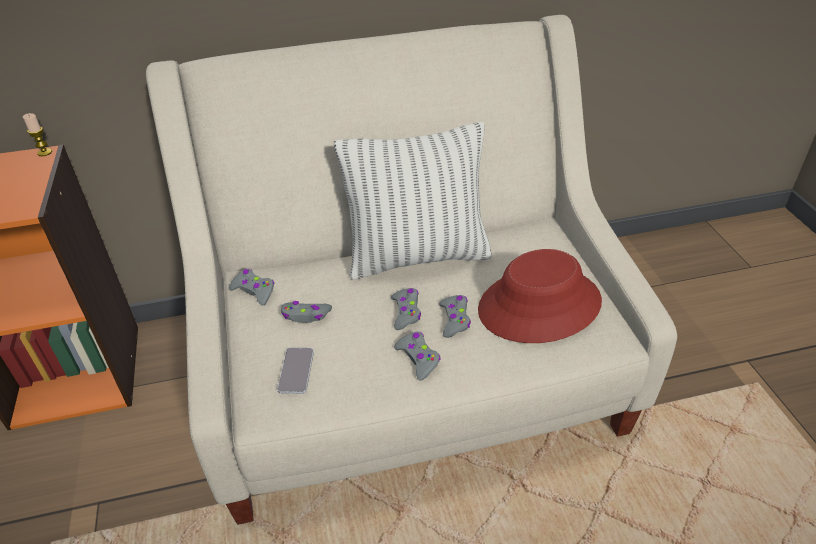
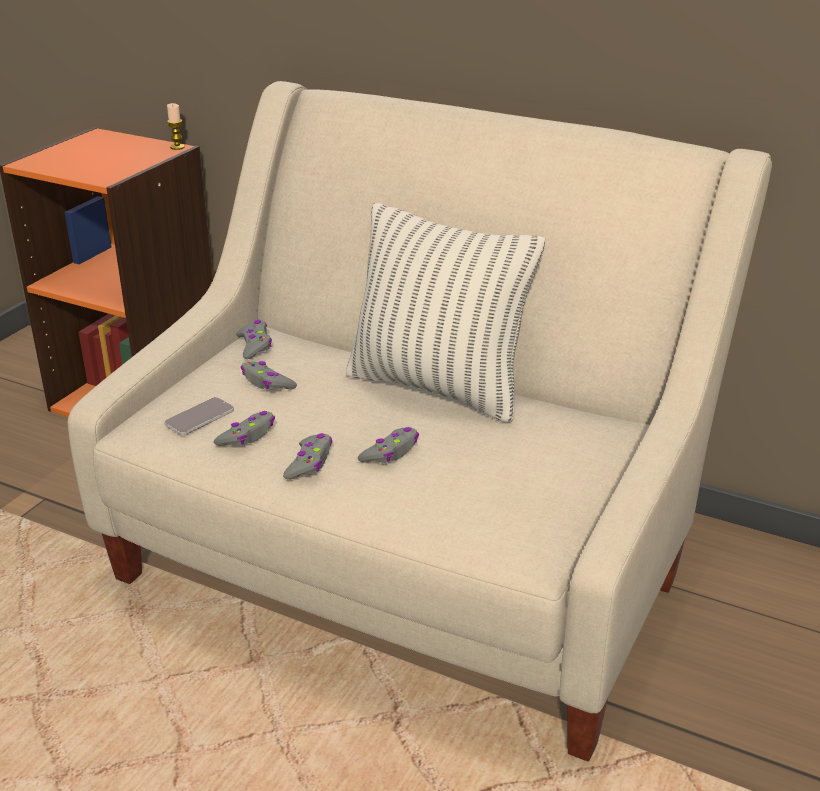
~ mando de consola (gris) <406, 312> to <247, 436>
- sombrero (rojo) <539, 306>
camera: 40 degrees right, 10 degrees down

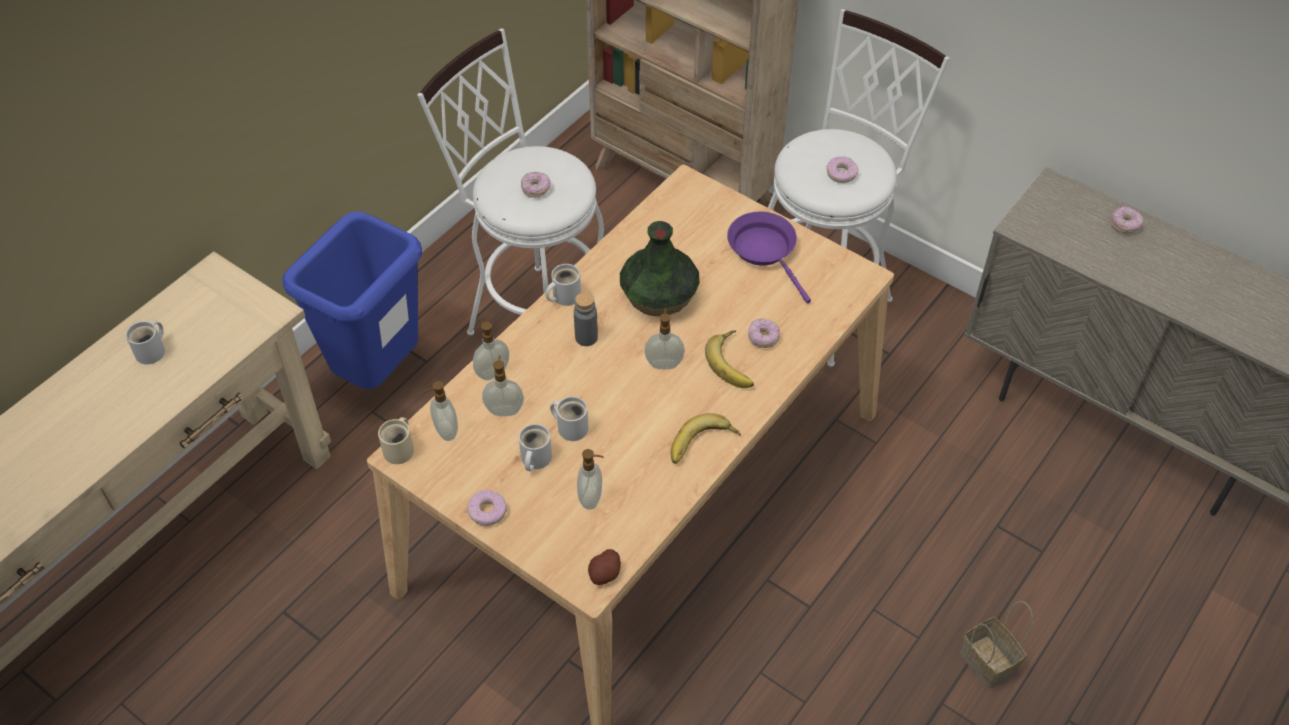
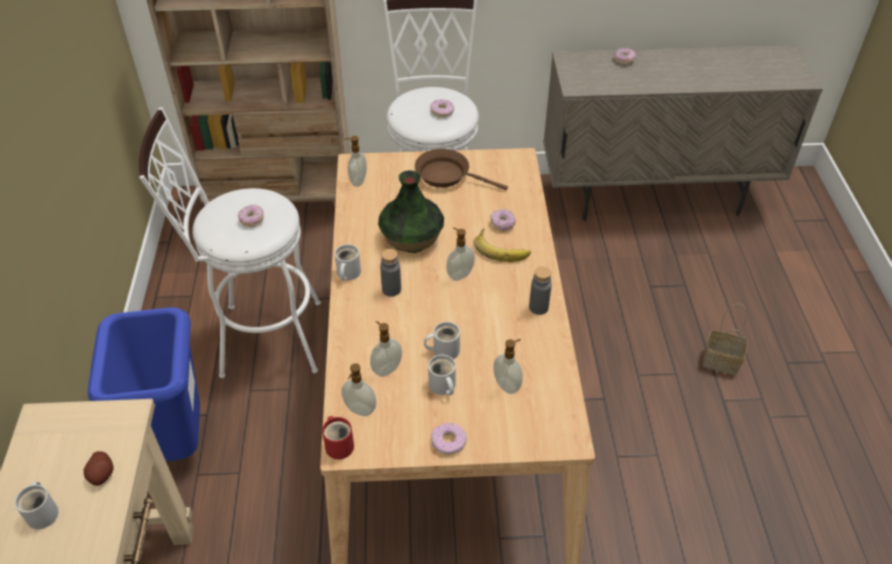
~ patata <605, 574> to <102, 474>
~ taza grande (beis) <401, 449> to taza grande (rojo) <339, 444>
~ dispensador de jabón <492, 372> to <357, 181>
~ sartén (morado) <765, 251> to sartén (marrón) <447, 175>
~ plátano <703, 445> to botella (gris) <538, 307>
camera: 40 degrees left, 5 degrees down

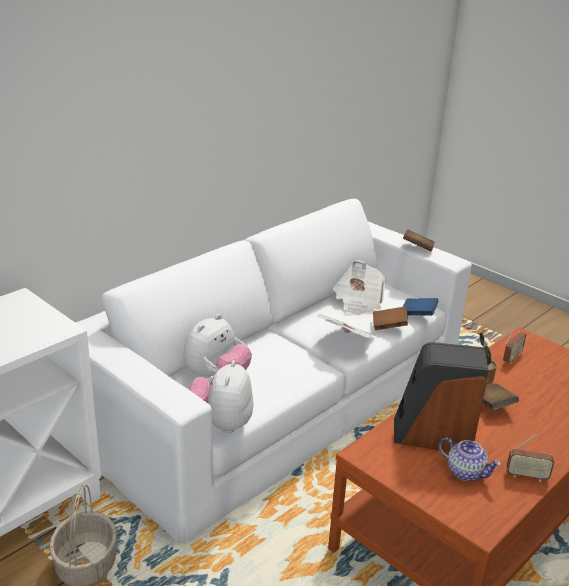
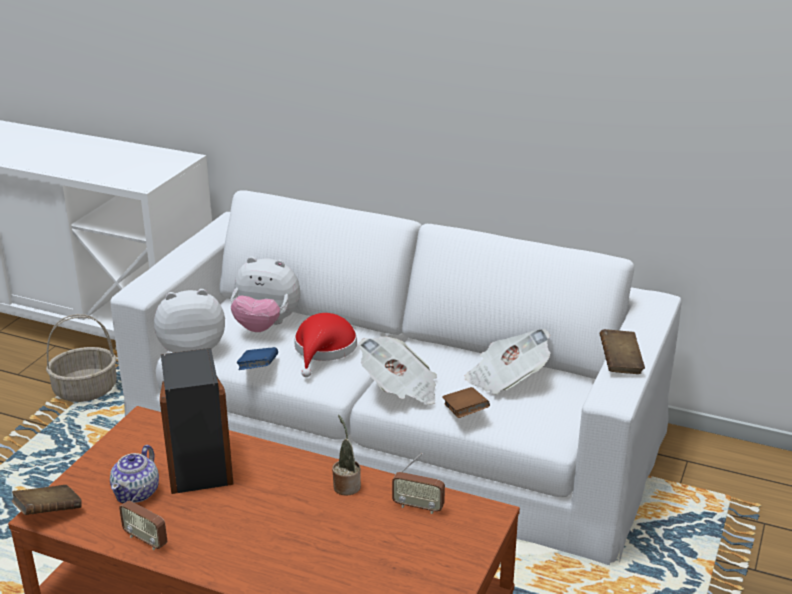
~ libro (marrón) <492, 405> to <48, 512>
~ radio <526, 476> = <146, 540> 45 degrees counterclockwise
~ libro (azul) <418, 314> to <258, 369>
+ sombrero (rojo) <324, 349>
camera: 70 degrees right, 0 degrees up

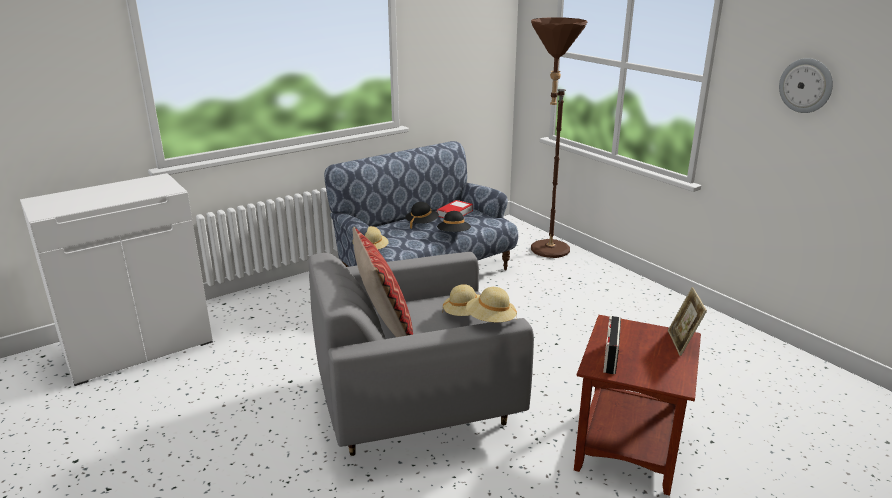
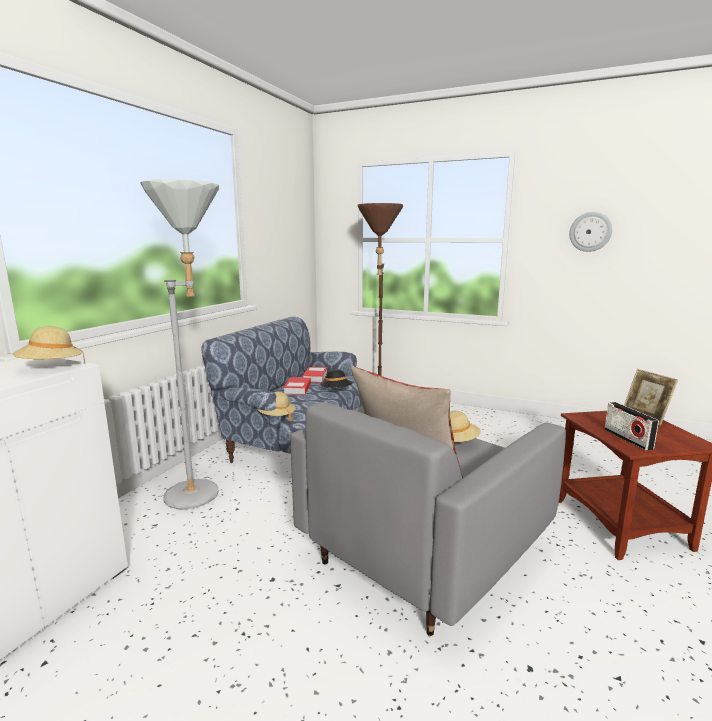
~ sombrero (beis) <490, 320> to <51, 367>
+ lámpara de pie (gris) <203, 492>
~ sombrero (negro) <422, 223> to libro <297, 389>
camera: 30 degrees left, 10 degrees down

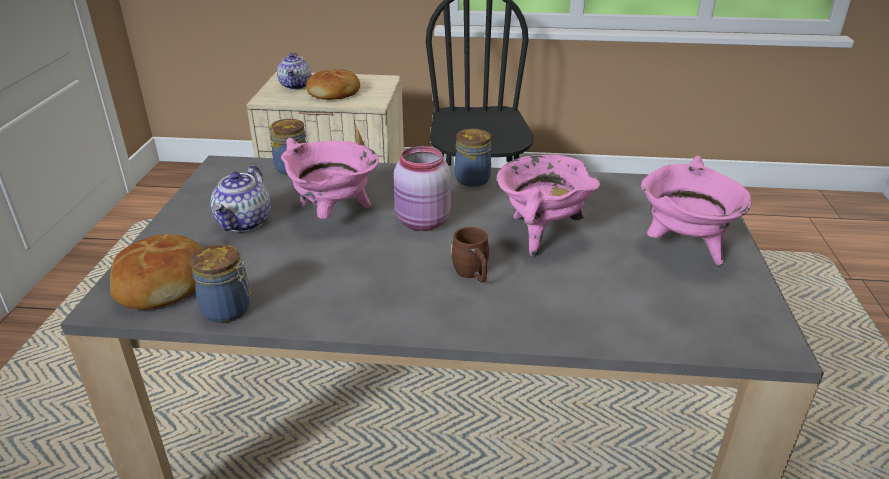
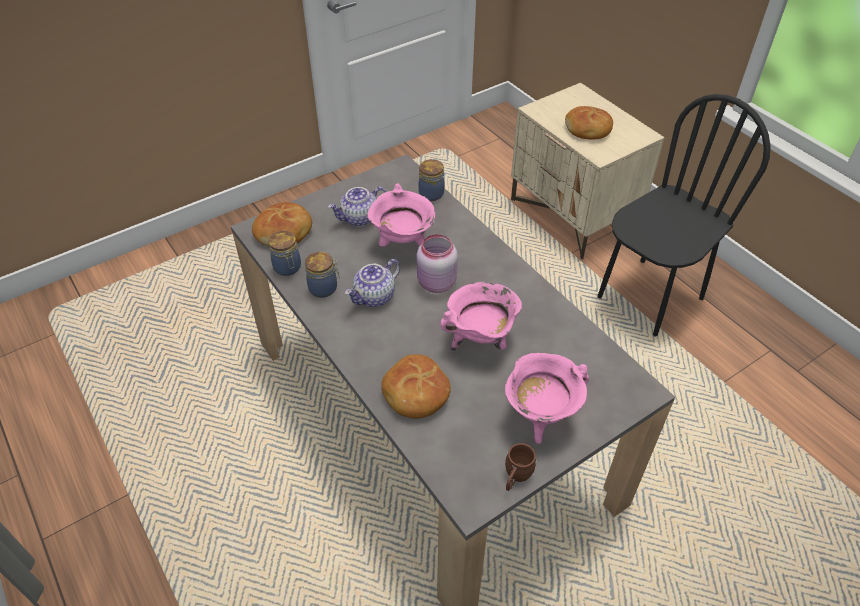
~ tarro <473, 178> to <324, 288>
~ tetera <296, 86> to <374, 297>
+ pan <415, 393>
~ taza grande (marrón) <473, 275> to <515, 477>
camera: 50 degrees right, 15 degrees up

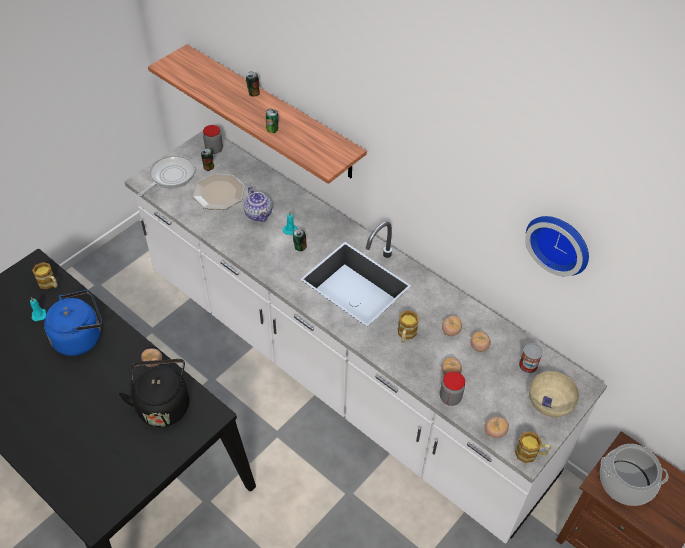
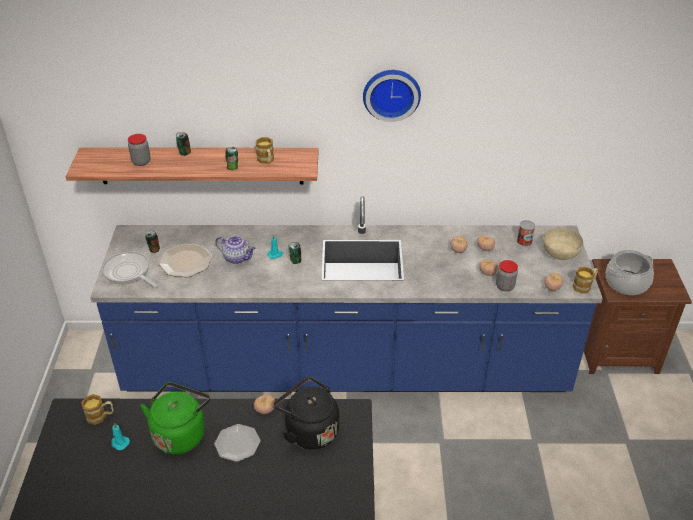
~ mueble bajo de cocina (blanco) <339, 370> to mueble bajo de cocina (azul) <346, 369>
~ sartén <170, 176> = <128, 272> 45 degrees counterclockwise
~ tarro <214, 149> to <141, 162>
~ hervidor (azul) <81, 337> to hervidor (verde) <180, 433>
+ plato <238, 444>
~ taza grande <406, 335> to <266, 160>
~ reloj de pared <560, 242> to <391, 93>
camera: 40 degrees left, 10 degrees down

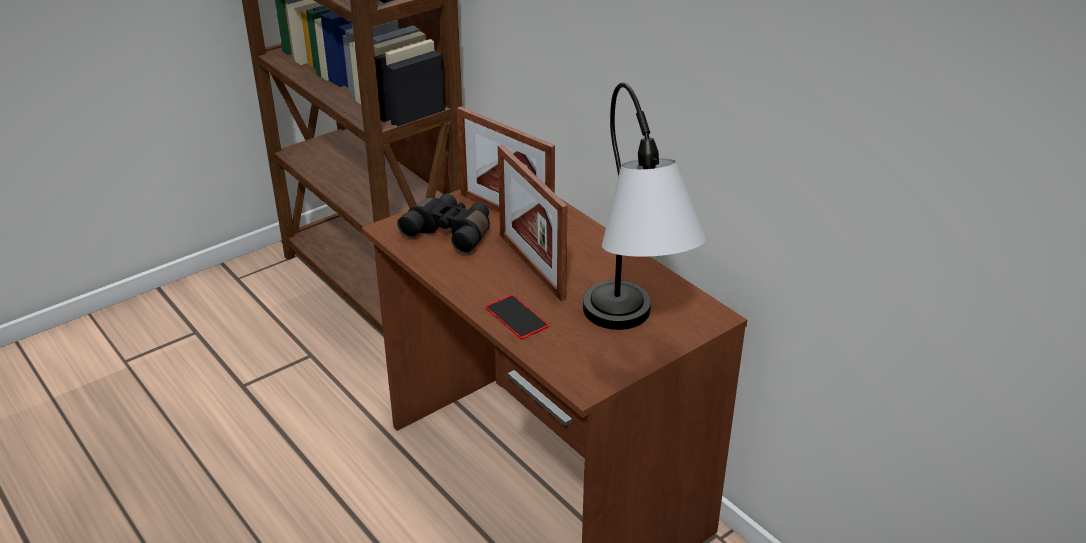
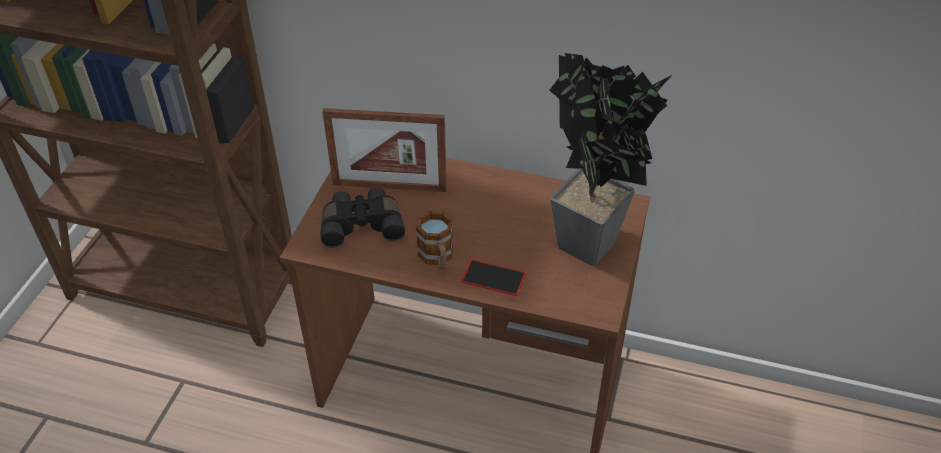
+ taza grande <437, 258>
~ lámpara de mesa <632, 337> to planta en maceta <591, 251>
- portarretratos <531, 266>
camera: 35 degrees left, 10 degrees up

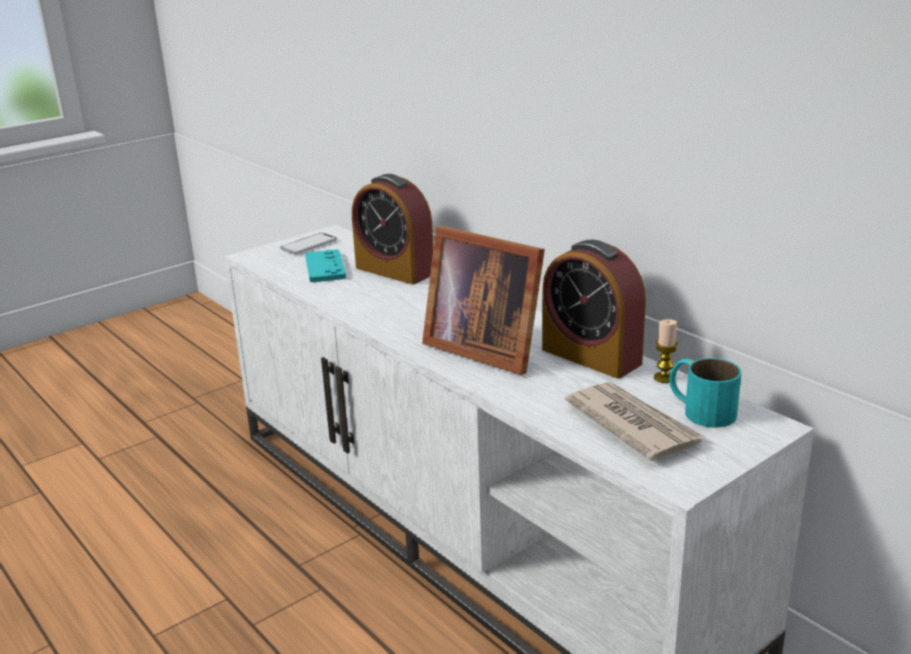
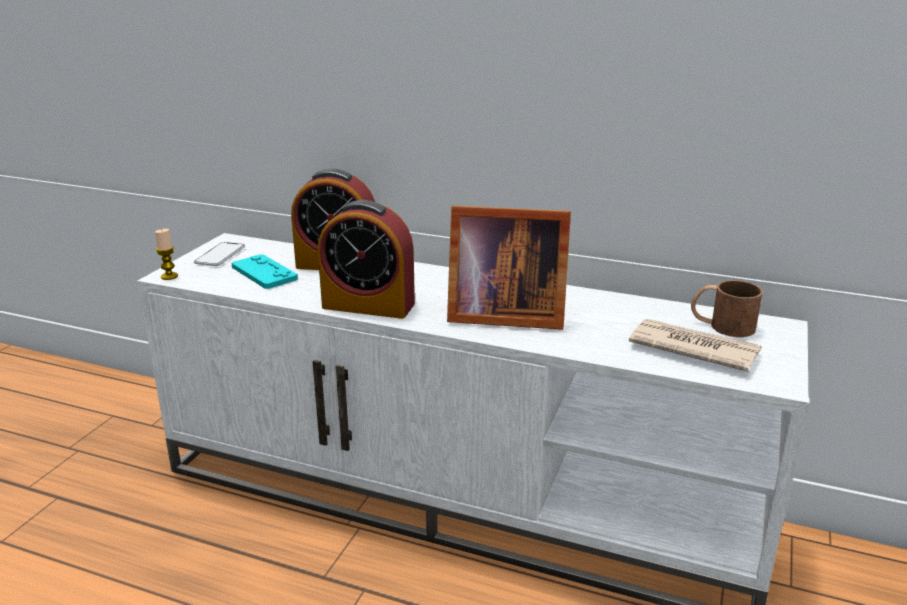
~ vela <664, 378> to <169, 276>
~ despertador <591, 356> to <368, 305>
~ taza grande (turquesa) <699, 409> to taza grande (marrón) <721, 325>
camera: 30 degrees left, 0 degrees up

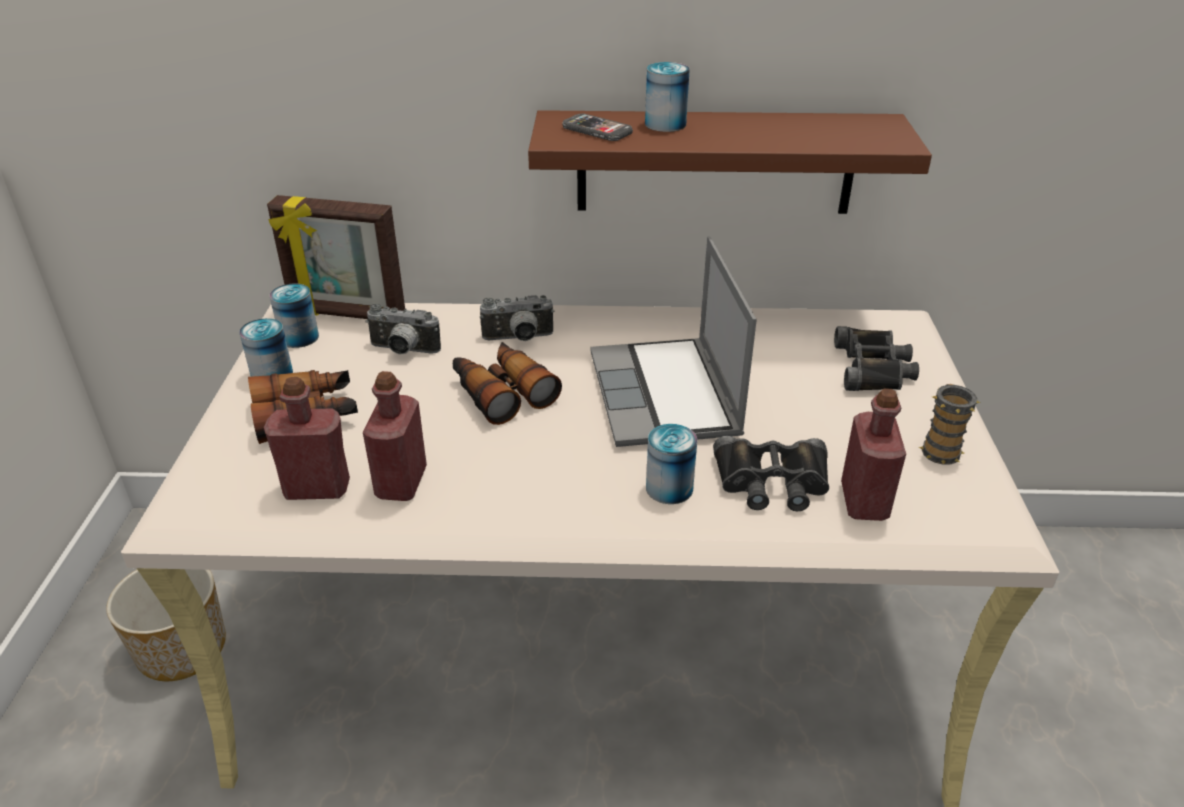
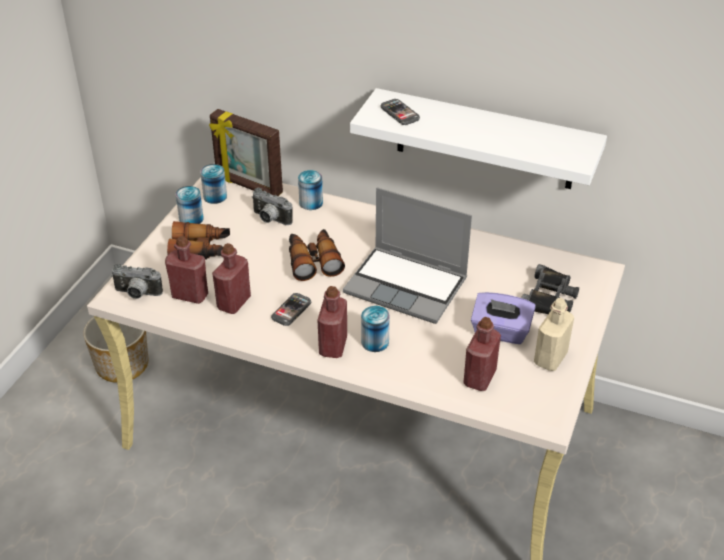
~ cámara <519, 339> to <137, 294>
+ móvil <291, 310>
~ lata <665, 124> to <311, 203>
+ botella (rojo) <333, 346>
~ portátil <666, 396> = <407, 286> 75 degrees counterclockwise
~ estante (marrón) <715, 162> to estante (blanco) <485, 140>
+ caja de pañuelos (morado) <500, 332>
~ taza grande <940, 448> to botella (beis) <550, 358>
- prismáticos (negro) <772, 482>
camera: 20 degrees right, 5 degrees up

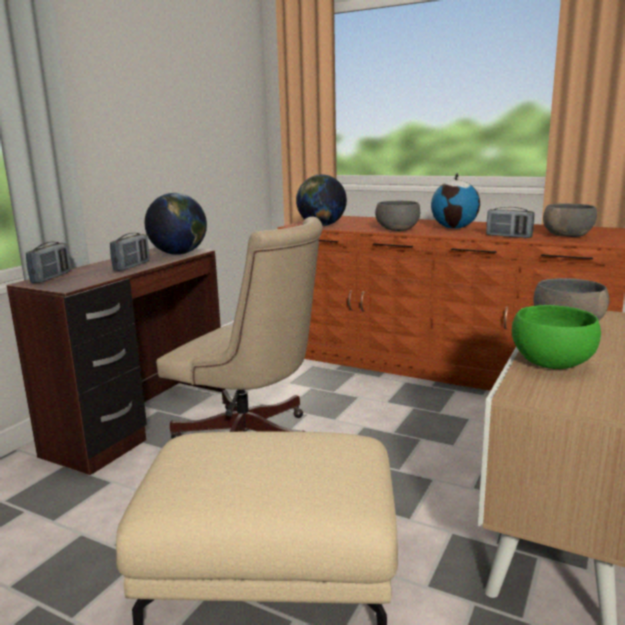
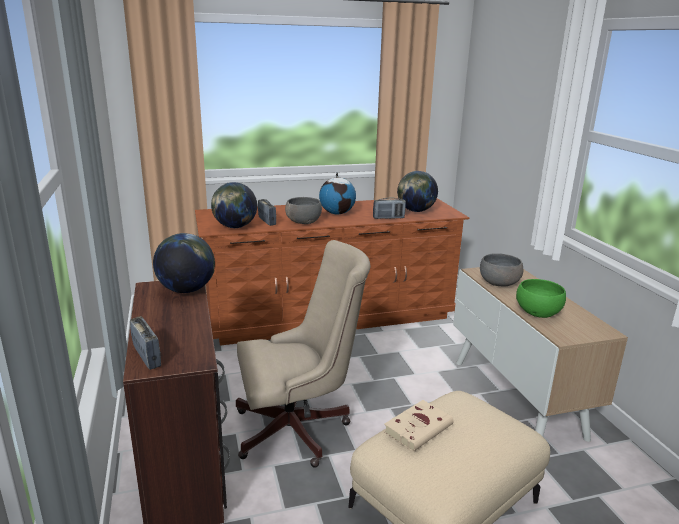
~ radio <132, 266> to <267, 221>
+ libro (beis) <419, 428>
~ cuenco (gris) <567, 235> to globo terráqueo <415, 211>
camera: 45 degrees left, 5 degrees up

